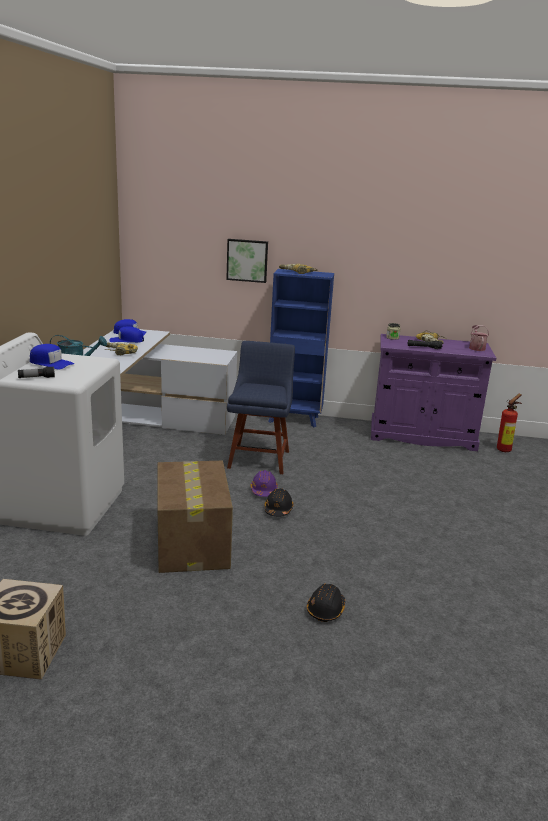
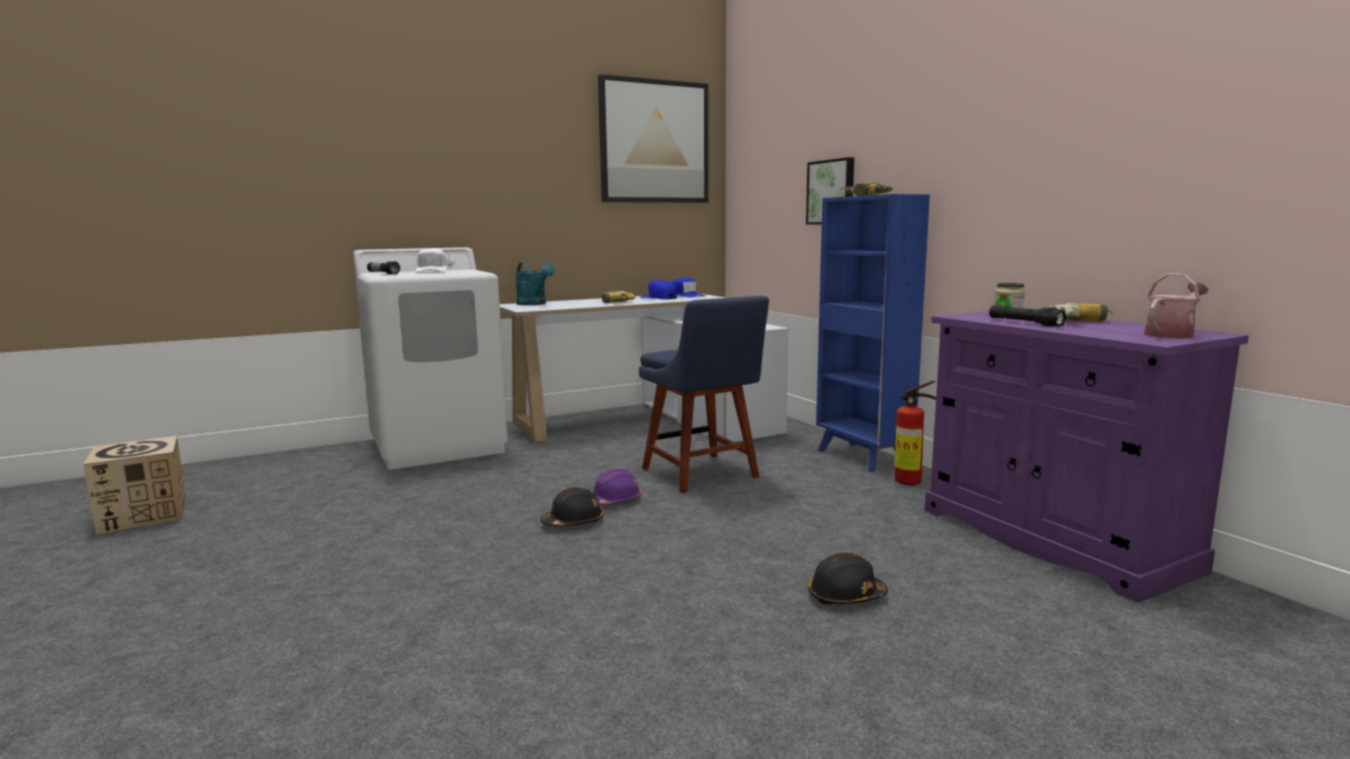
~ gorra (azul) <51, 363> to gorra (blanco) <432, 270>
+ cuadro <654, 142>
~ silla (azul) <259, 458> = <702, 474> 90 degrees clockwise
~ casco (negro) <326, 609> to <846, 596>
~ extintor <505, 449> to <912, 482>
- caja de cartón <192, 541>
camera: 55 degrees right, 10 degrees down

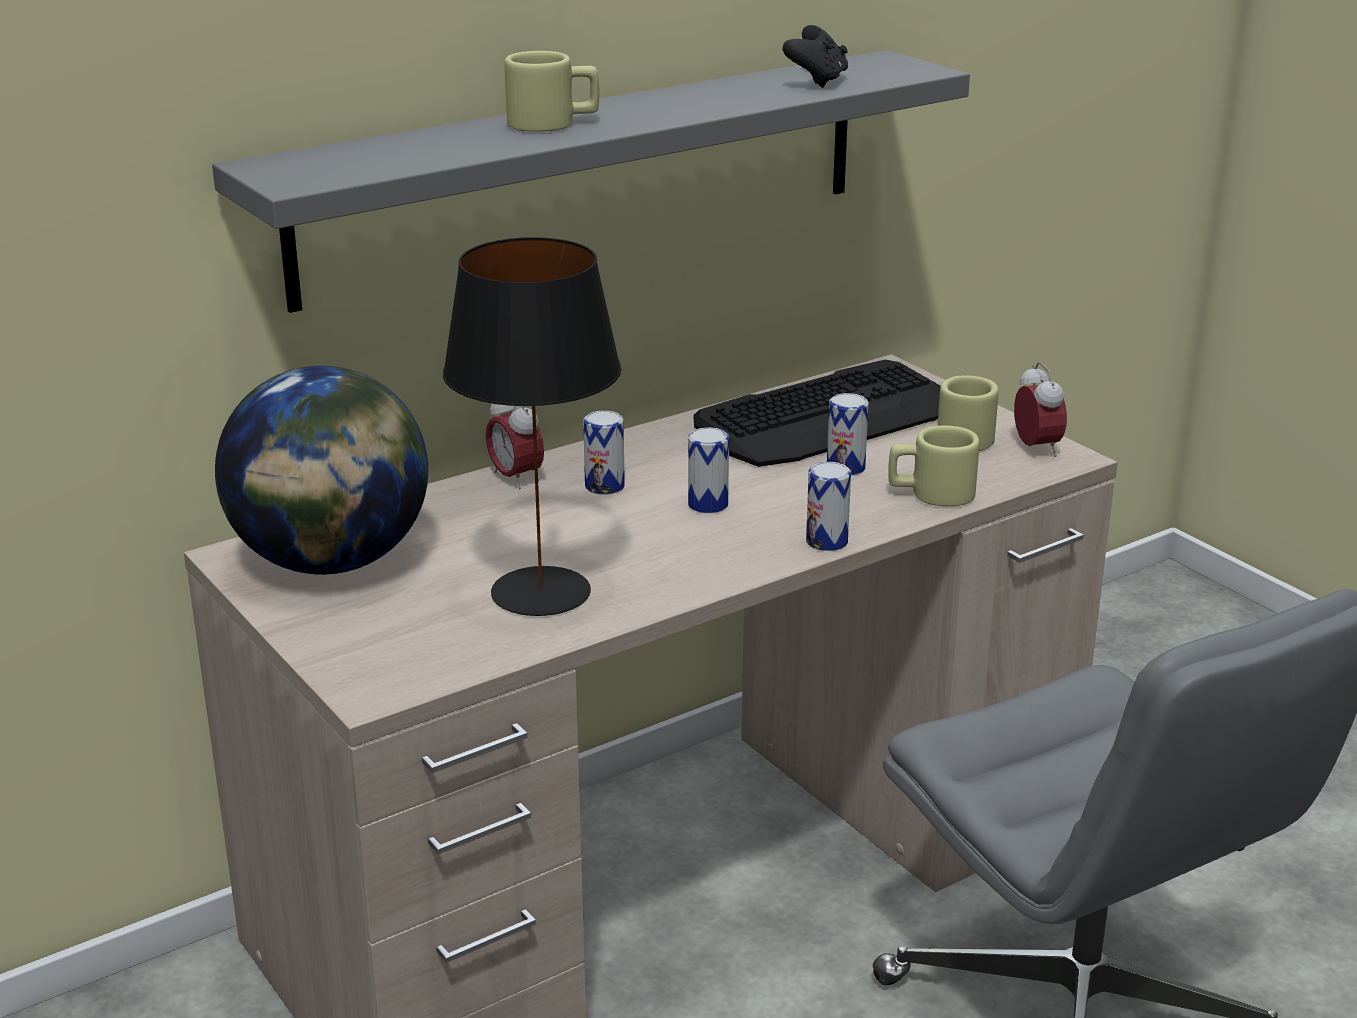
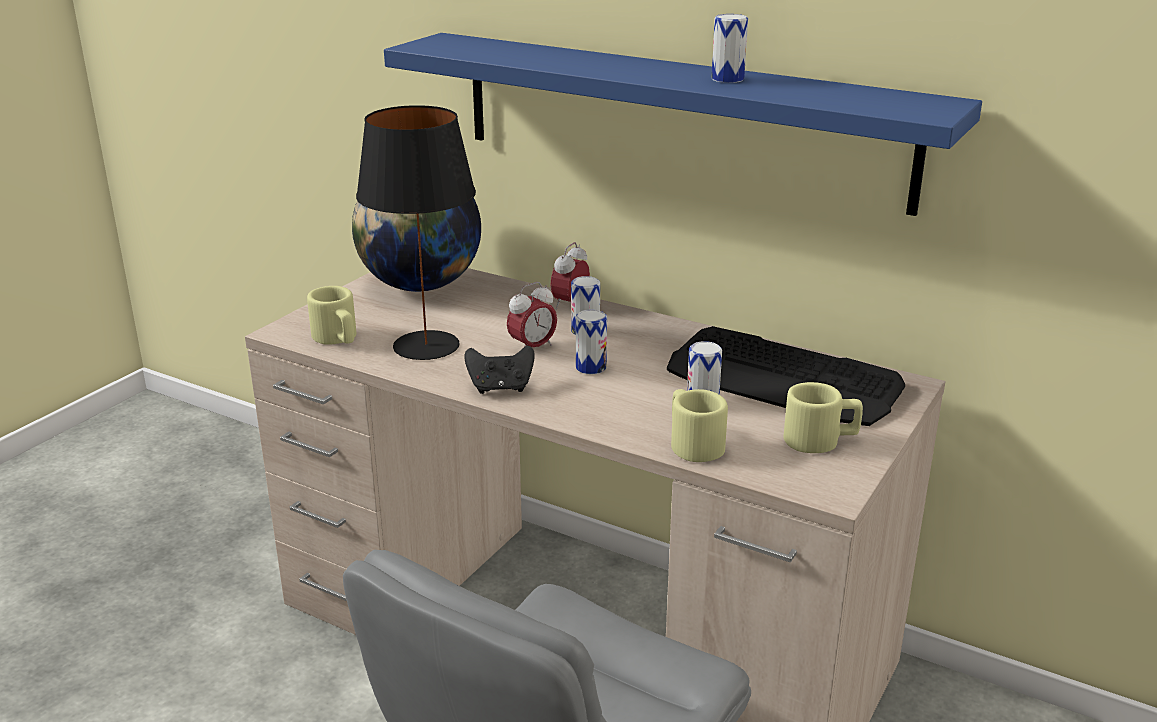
~ taza grande (beis) <553, 123> to <338, 339>
~ estante (gris) <587, 174> to estante (azul) <678, 118>
~ mando de consola (negro) <817, 81> to <500, 388>
~ despertador <1036, 448> to <532, 348>
~ lata <826, 541> to <727, 79>
camera: 65 degrees right, 0 degrees up

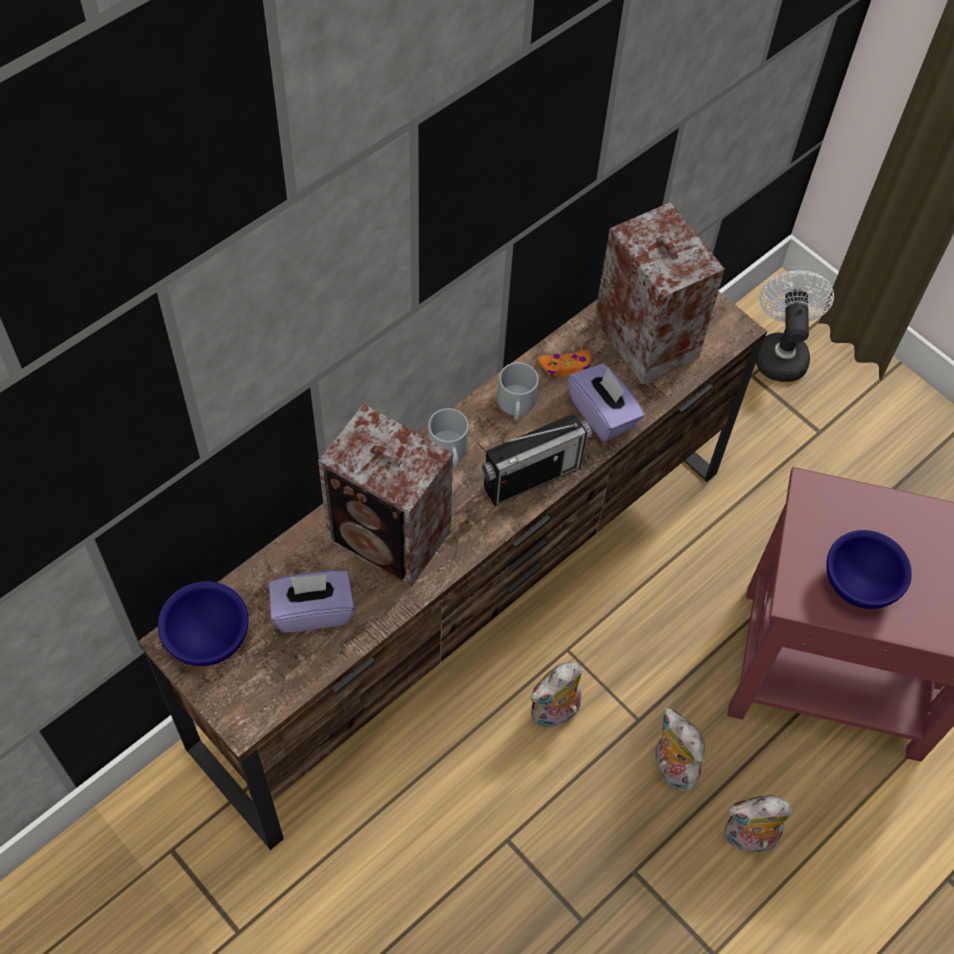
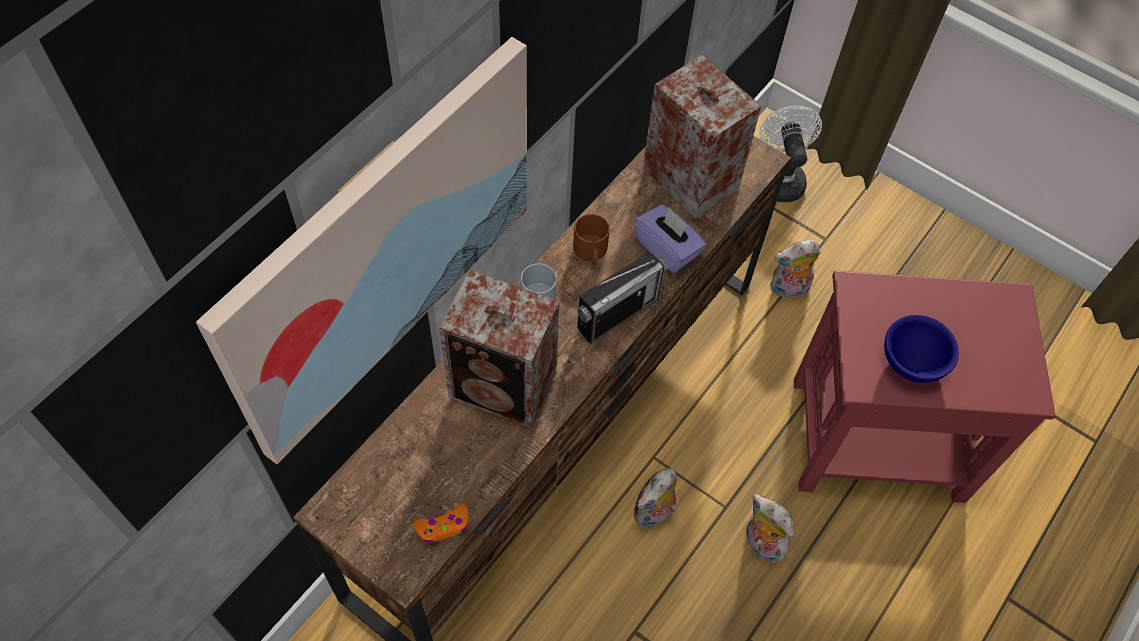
+ cuadro <382, 249>
~ mando de consola (naranja) <565, 366> to <443, 527>
~ taza grande (gris) <517, 405> to taza grande (marrón) <591, 252>
~ peluche <748, 838> to <788, 289>
- cuenco (azul) <210, 638>
- caja de pañuelos (morado) <313, 610>
camera: 10 degrees left, 0 degrees up

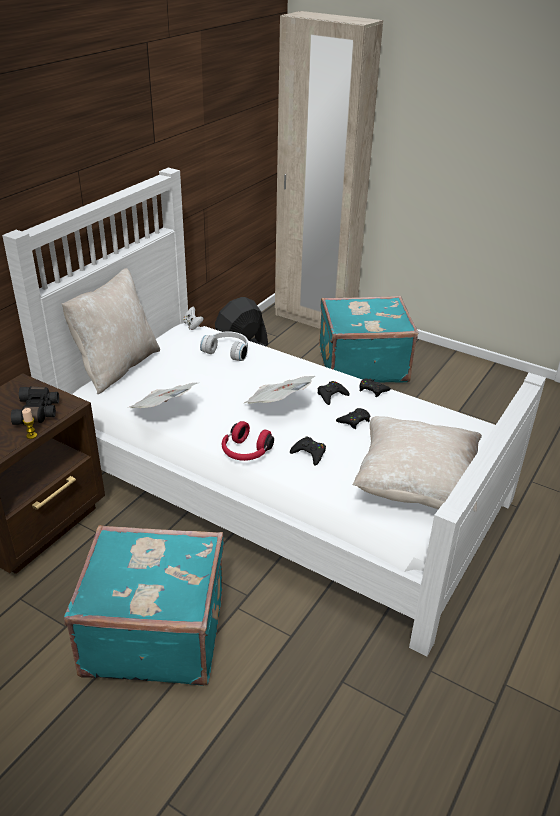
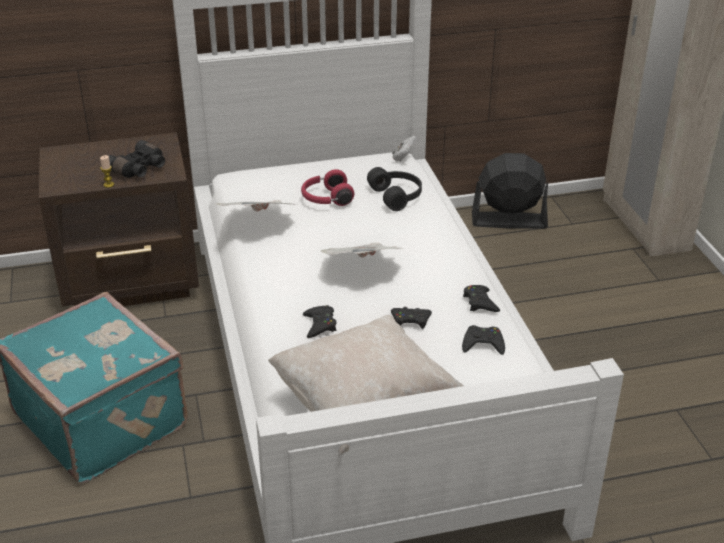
~ auriculares (rojo) <245, 452> to <326, 199>
~ auriculares (blanco) <228, 351> to auriculares (negro) <397, 196>
~ mando de consola (negro) <331, 395> to <483, 344>
- cojín (beis) <116, 367>
- maleta (turquesa) <361, 364>
camera: 45 degrees right, 0 degrees up

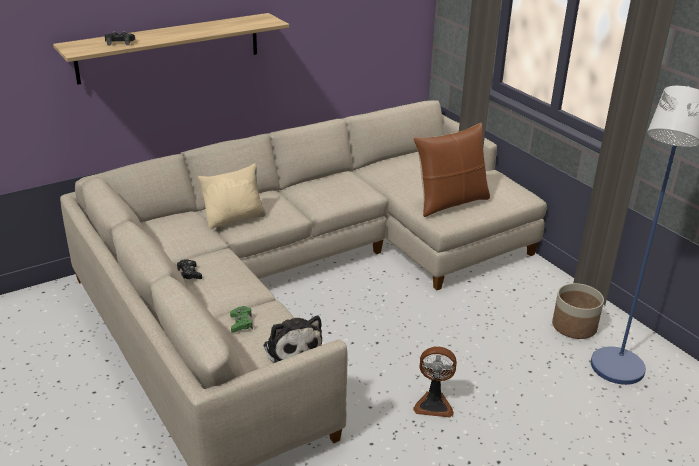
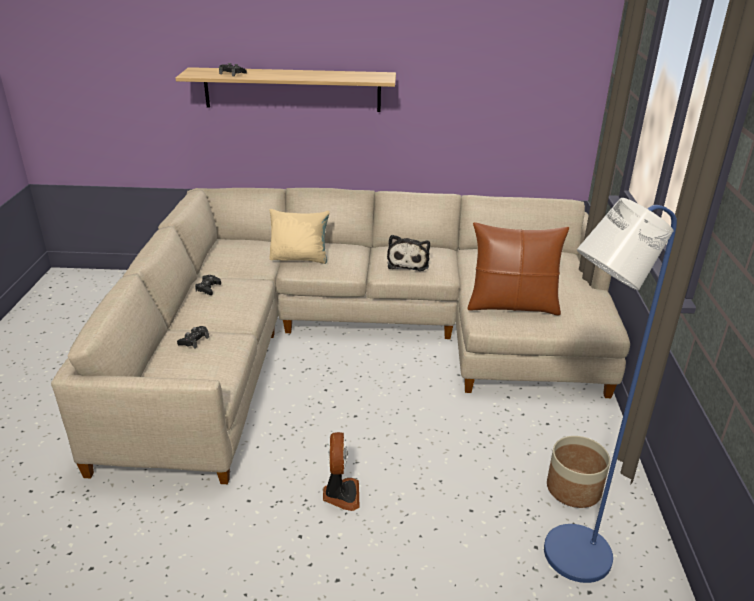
~ mando de consola (verde) <241, 323> to mando de consola (negro) <194, 340>
~ ventilador <433, 404> = <341, 494> 135 degrees counterclockwise
~ peluche <291, 348> to <408, 262>
camera: 35 degrees right, 0 degrees up

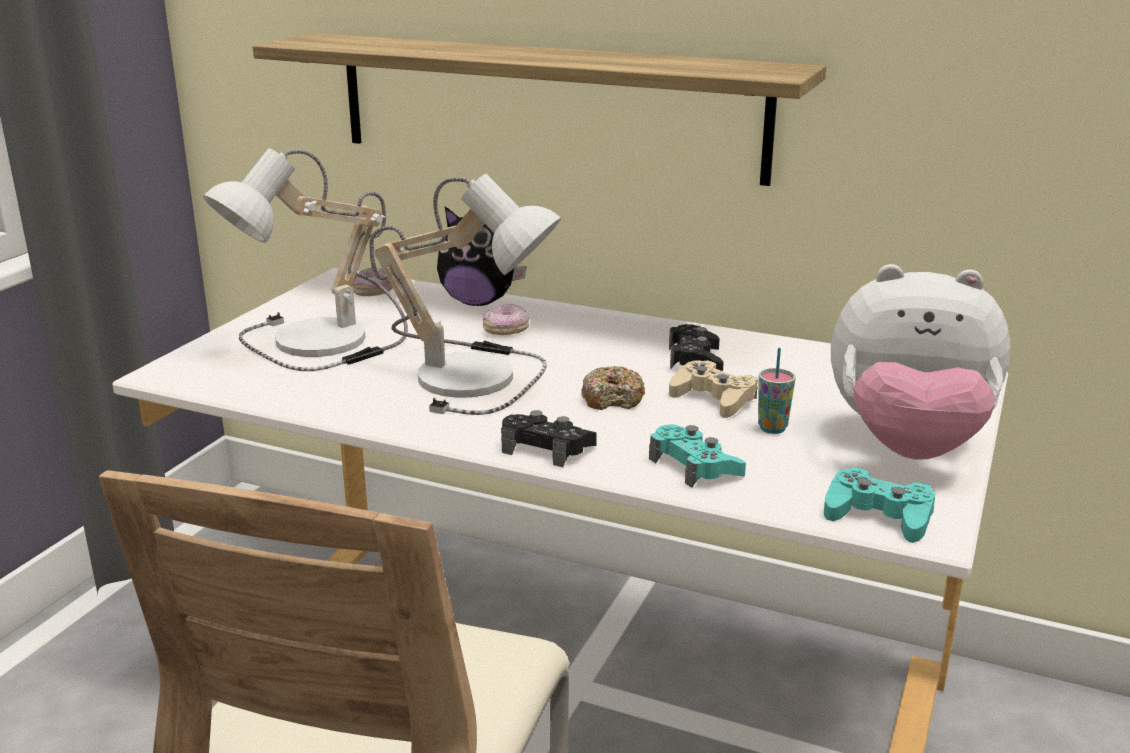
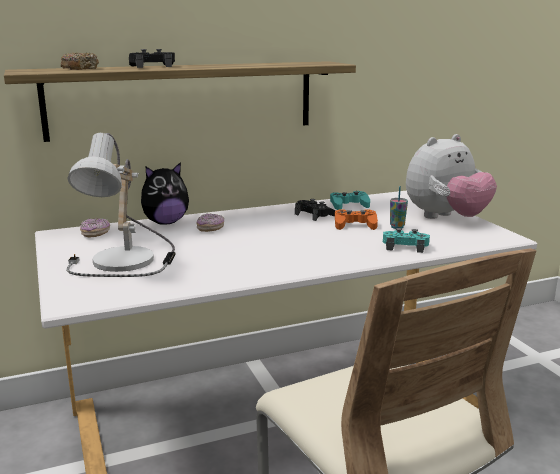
~ rosquilla <613, 399> to <80, 68>
~ mando de consola (negro) <546, 448> to <152, 67>
~ mando de consola (turquesa) <878, 515> to <348, 205>
~ mando de consola (beis) <714, 398> to mando de consola (naranja) <355, 225>
- lámpara de mesa <476, 374>
camera: 45 degrees left, 5 degrees down

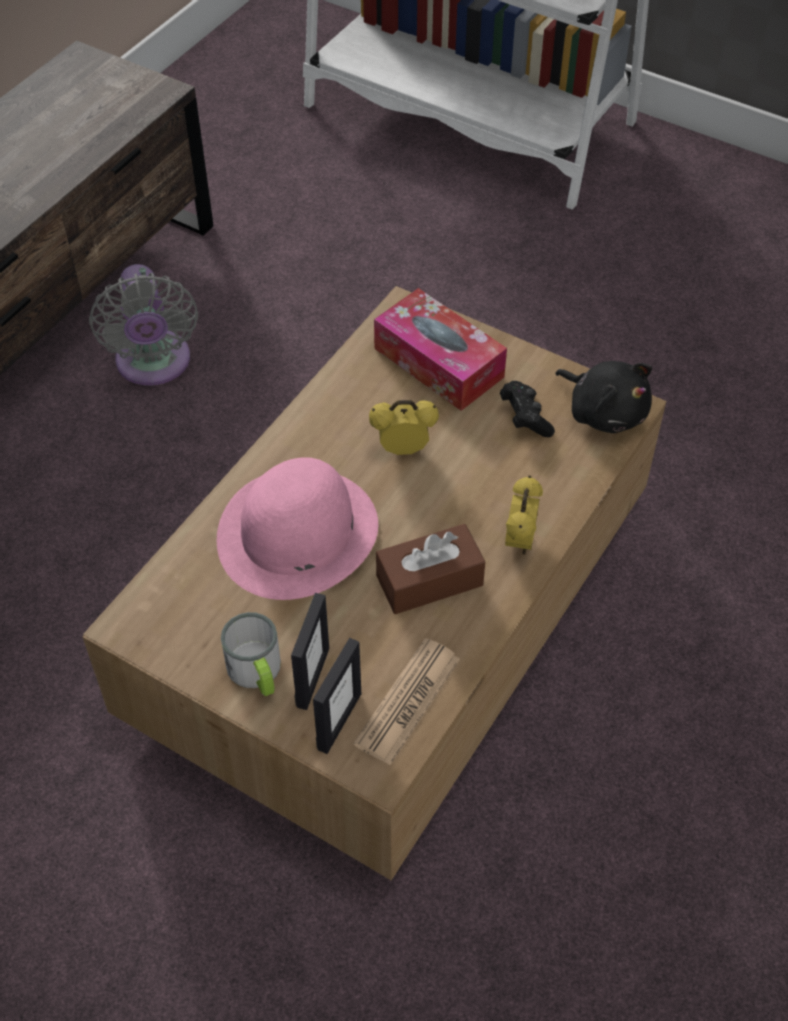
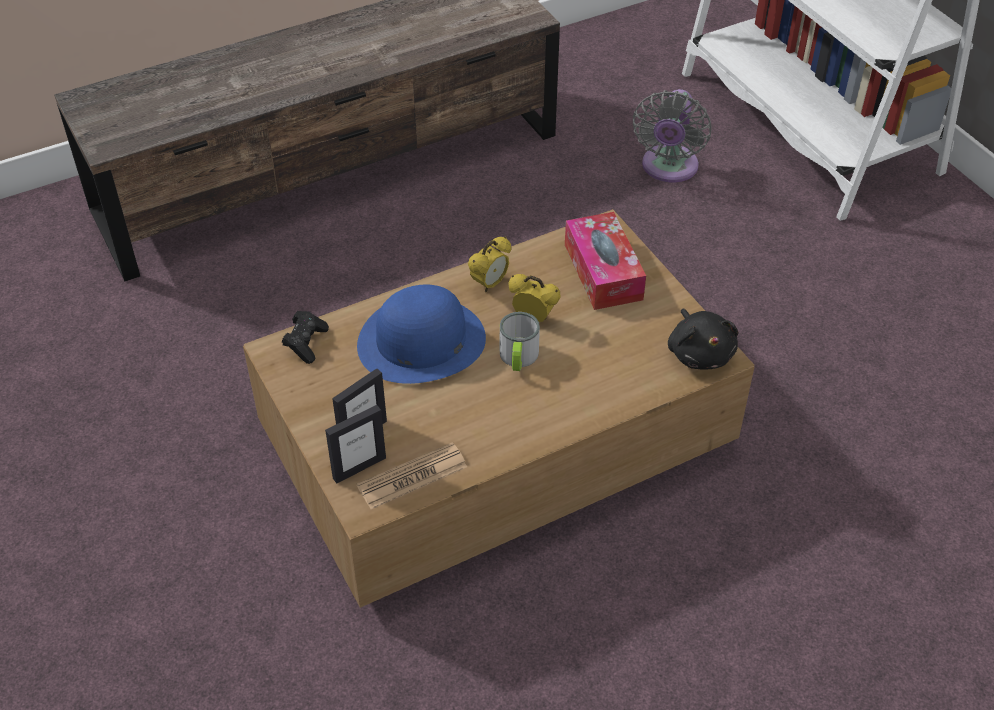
~ mando de consola (negro) <525, 418> to <306, 343>
~ sombrero (rosa) <297, 533> to sombrero (azul) <421, 341>
~ despertador <520, 541> to <489, 284>
~ taza grande <257, 673> to <518, 358>
~ ventilador (gris) <154, 365> to <668, 168>
- caja de pañuelos (marrón) <429, 580>
camera: 30 degrees right, 5 degrees down

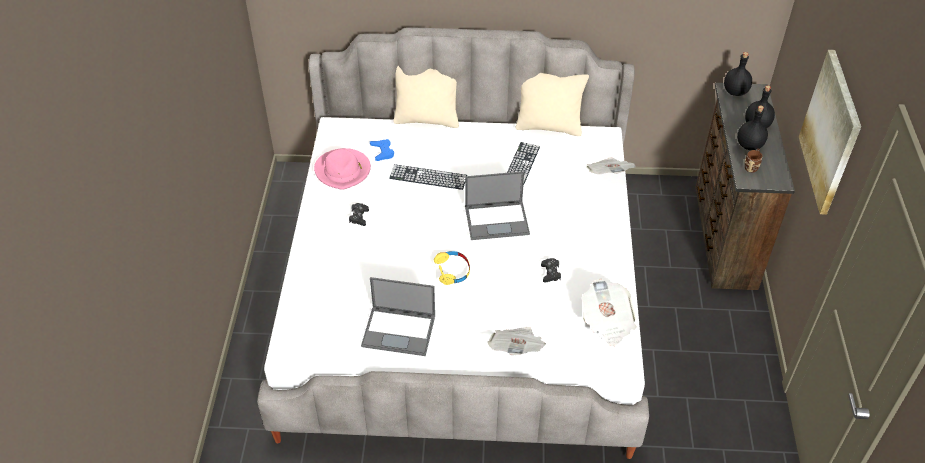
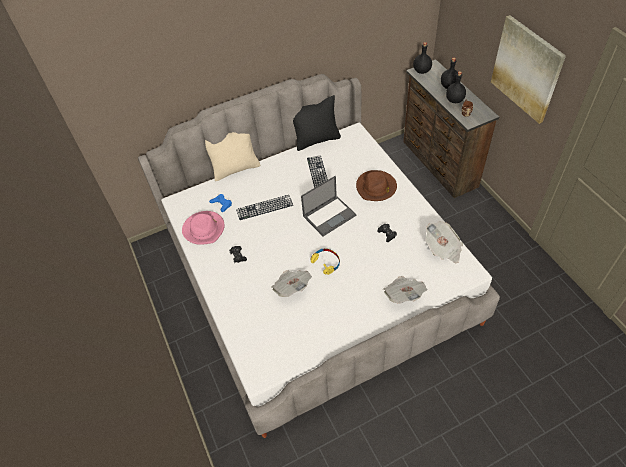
~ periódico <608, 175> to <292, 287>
~ cojín (beis) <549, 126> to cojín (negro) <316, 140>
+ sombrero (marrón) <376, 187>
- portátil <399, 331>
camera: 25 degrees left, 5 degrees up

